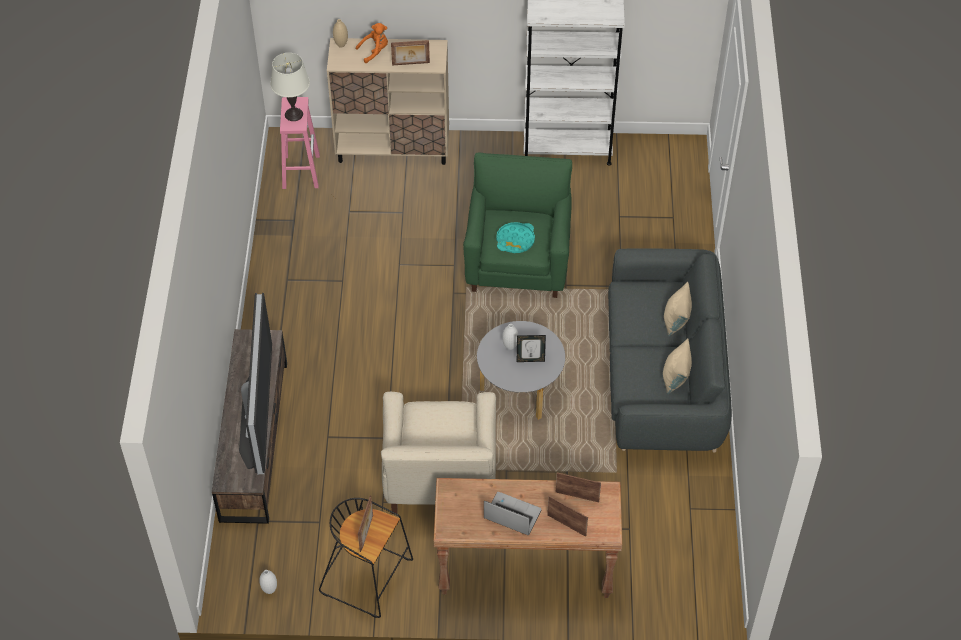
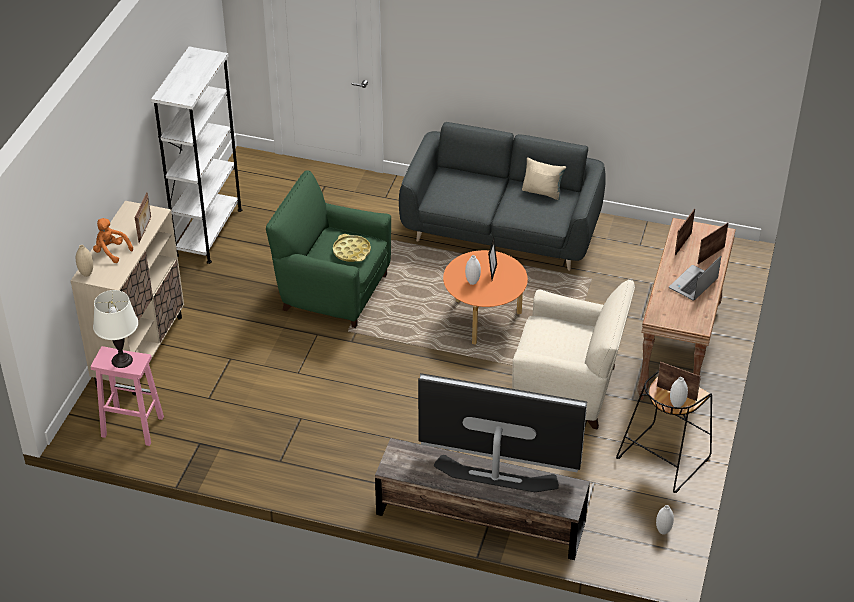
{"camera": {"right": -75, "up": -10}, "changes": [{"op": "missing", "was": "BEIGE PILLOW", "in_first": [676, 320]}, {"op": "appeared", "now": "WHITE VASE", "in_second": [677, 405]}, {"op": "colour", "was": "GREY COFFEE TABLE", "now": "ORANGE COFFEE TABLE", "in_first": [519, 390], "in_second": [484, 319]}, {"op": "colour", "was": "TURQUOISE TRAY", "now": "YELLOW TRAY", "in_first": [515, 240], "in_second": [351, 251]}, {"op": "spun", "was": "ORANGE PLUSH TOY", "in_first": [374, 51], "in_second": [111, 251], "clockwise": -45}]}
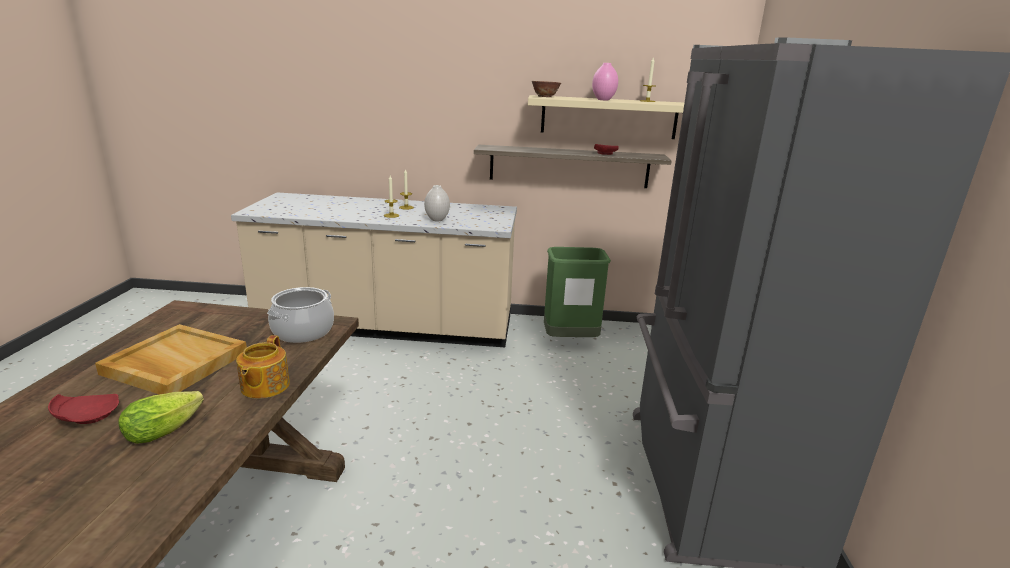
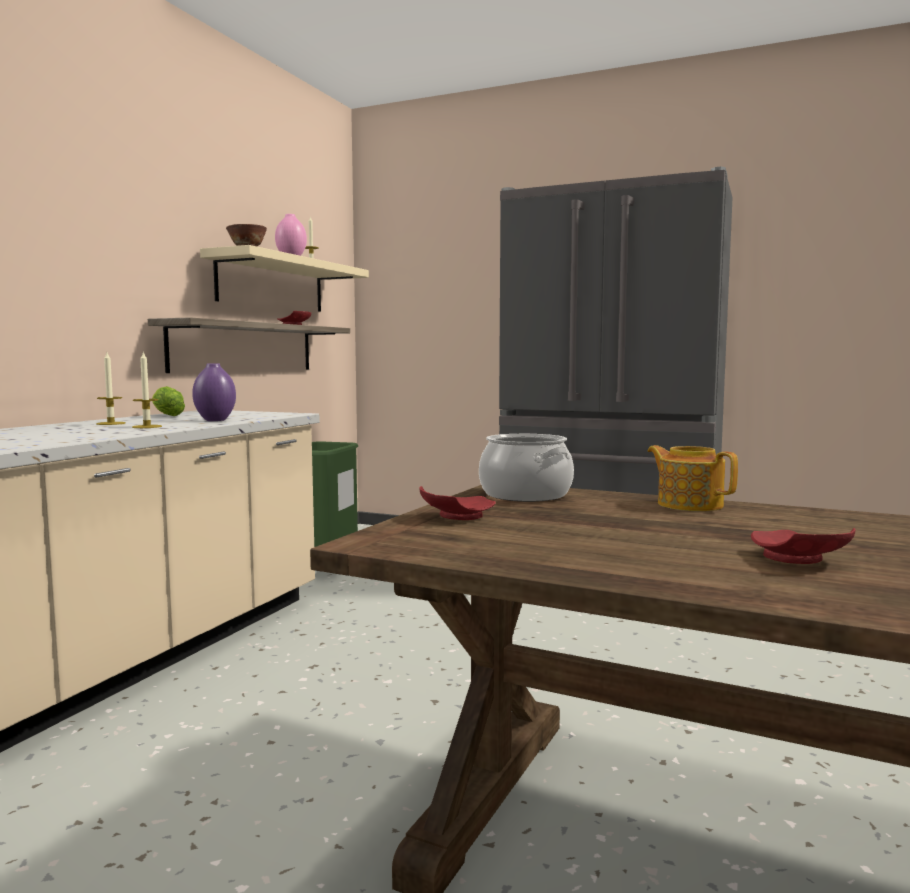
{"camera": {"right": -70, "up": -15}, "changes": [{"op": "missing", "was": "BEIGE TRAY", "in_first": [174, 363]}, {"op": "appeared", "now": "RED PLATE", "in_second": [455, 517]}, {"op": "relocated", "was": "LETTUCE", "in_first": [168, 428], "in_second": [166, 415]}, {"op": "colour", "was": "WHITE VASE", "now": "PURPLE VASE", "in_first": [436, 220], "in_second": [214, 420]}, {"op": "spun", "was": "TEAPOT", "in_first": [264, 386], "in_second": [689, 504], "clockwise": -150}]}
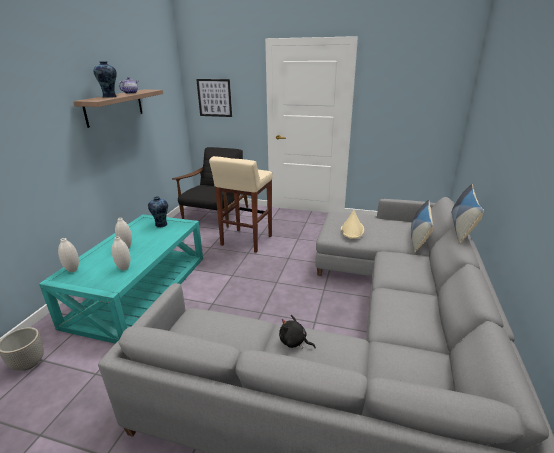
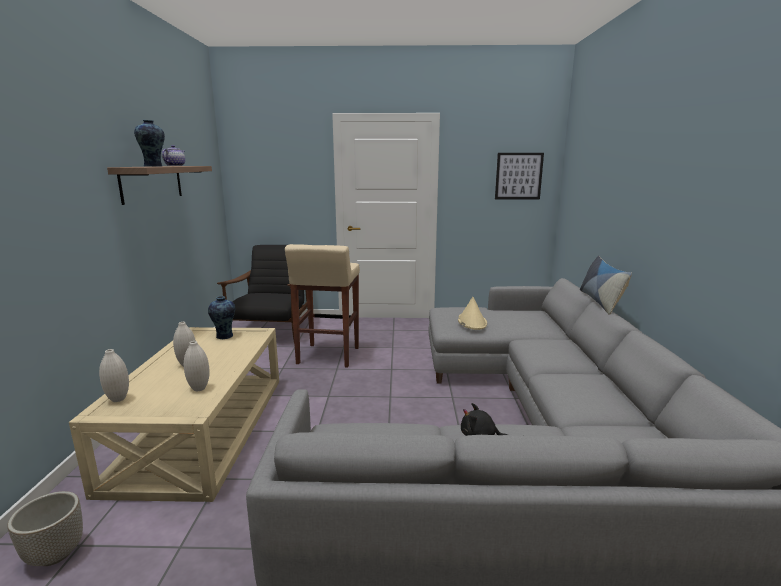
{"camera": {"right": -15, "up": -10}, "changes": [{"op": "missing", "was": "PILLOW", "in_first": [419, 238]}, {"op": "relocated", "was": "PICTURE", "in_first": [214, 98], "in_second": [518, 176]}, {"op": "colour", "was": "TURQUOISE COFFEE TABLE", "now": "BEIGE COFFEE TABLE", "in_first": [140, 289], "in_second": [204, 428]}]}
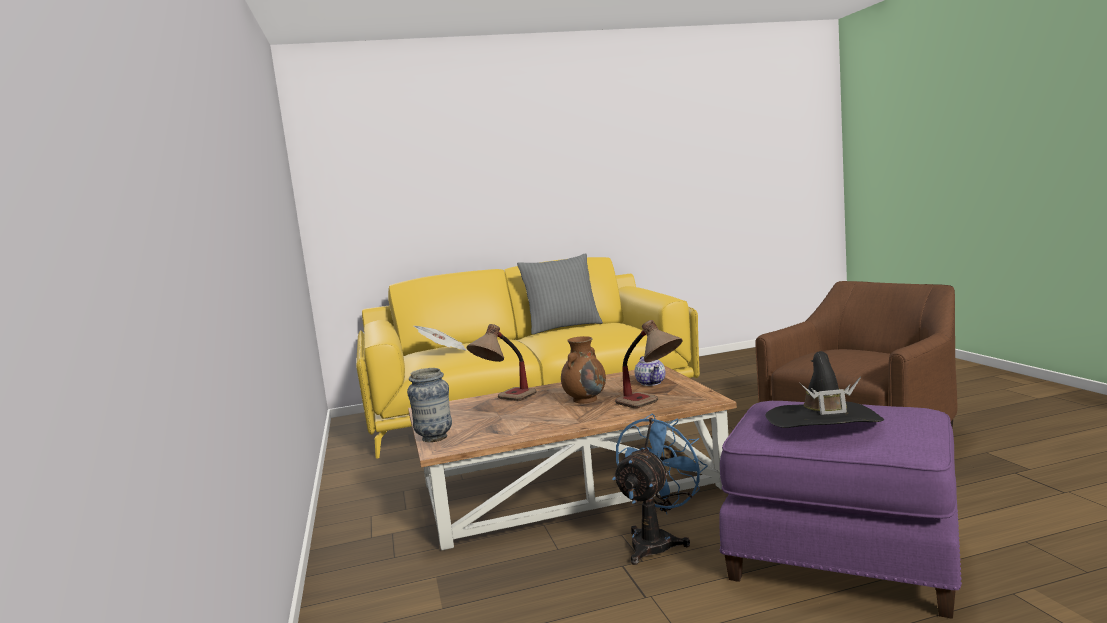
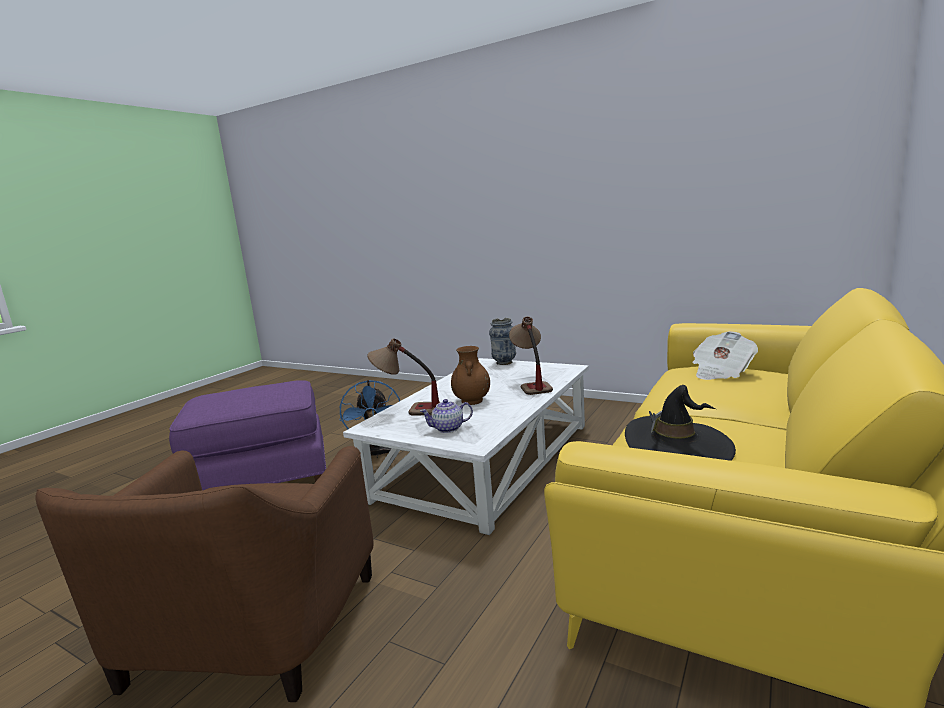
{"camera": {"right": 135, "up": 5}, "changes": [{"op": "missing", "was": "GREY PILLOW", "in_first": [563, 327]}, {"op": "relocated", "was": "BLACK HAT", "in_first": [823, 422], "in_second": [678, 447]}, {"op": "colour", "was": "BROWN COFFEE TABLE", "now": "WHITE COFFEE TABLE", "in_first": [571, 485], "in_second": [487, 461]}, {"op": "spun", "was": "TEAPOT", "in_first": [651, 383], "in_second": [448, 428], "clockwise": -45}]}
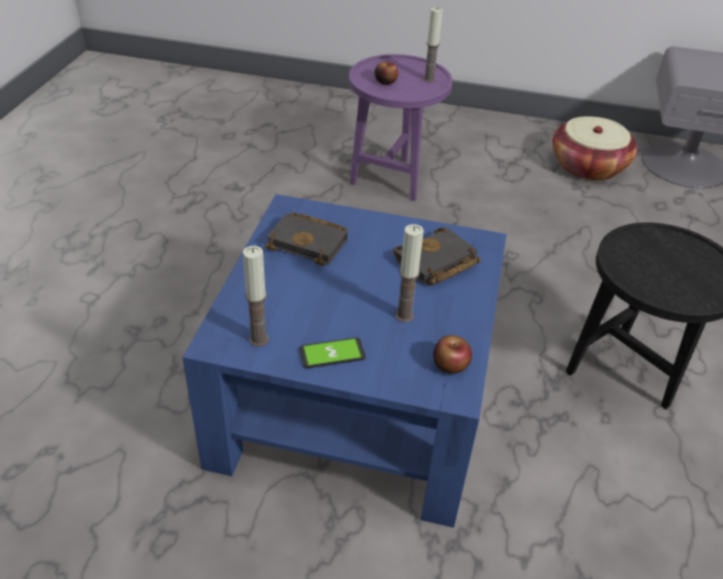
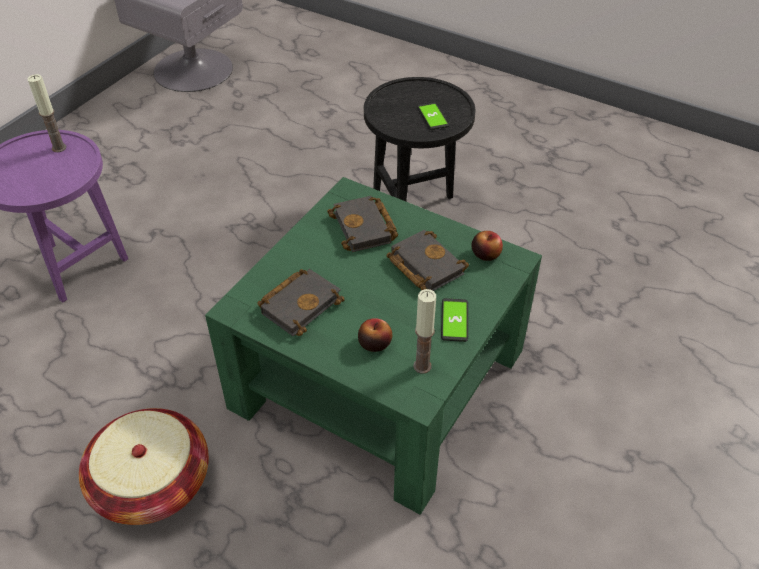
{"camera": {"right": -70, "up": 5}, "changes": [{"op": "appeared", "now": "PHONE", "in_second": [433, 117]}, {"op": "relocated", "was": "APPLE", "in_first": [385, 81], "in_second": [374, 343]}, {"op": "relocated", "was": "BASKET", "in_first": [588, 166], "in_second": [152, 483]}, {"op": "exchanged", "was": "CANDLE", "now": "BLACK BOOK", "in_first": [404, 315], "in_second": [423, 265]}, {"op": "colour", "was": "BLUE COFFEE TABLE", "now": "GREEN COFFEE TABLE", "in_first": [355, 400], "in_second": [379, 379]}]}
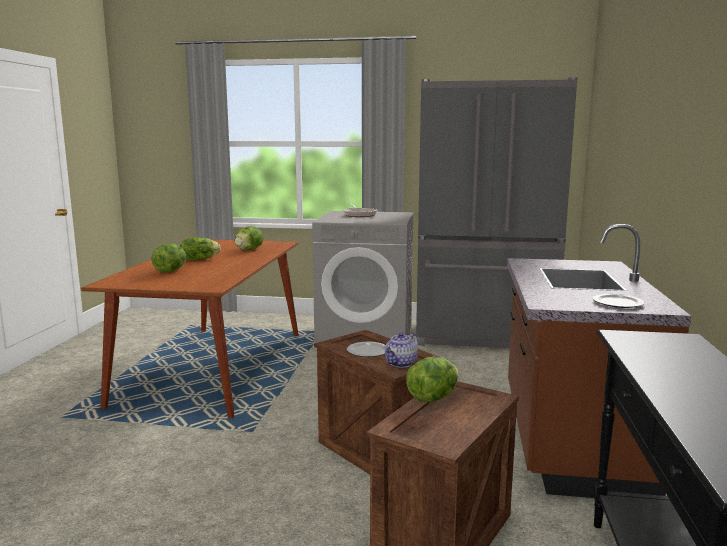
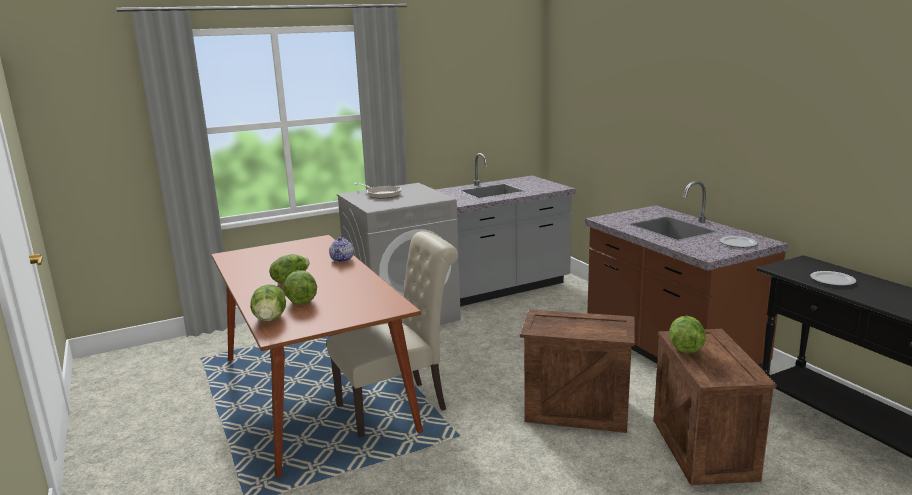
{"camera": {"right": -35, "up": 5}, "changes": [{"op": "appeared", "now": "BEIGE CHAIR", "in_second": [398, 406]}, {"op": "relocated", "was": "LETTUCE", "in_first": [248, 250], "in_second": [270, 319]}, {"op": "relocated", "was": "PLATE", "in_first": [367, 351], "in_second": [832, 280]}, {"op": "relocated", "was": "TEAPOT", "in_first": [401, 363], "in_second": [342, 259]}, {"op": "exchanged", "was": "GREY FRIDGE", "now": "GREY COUNTER", "in_first": [484, 337], "in_second": [499, 287]}]}
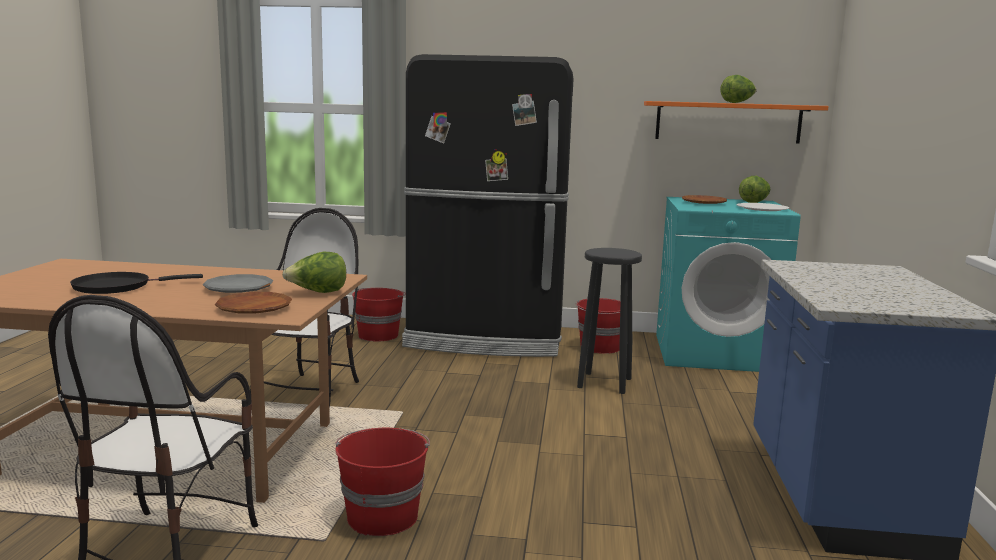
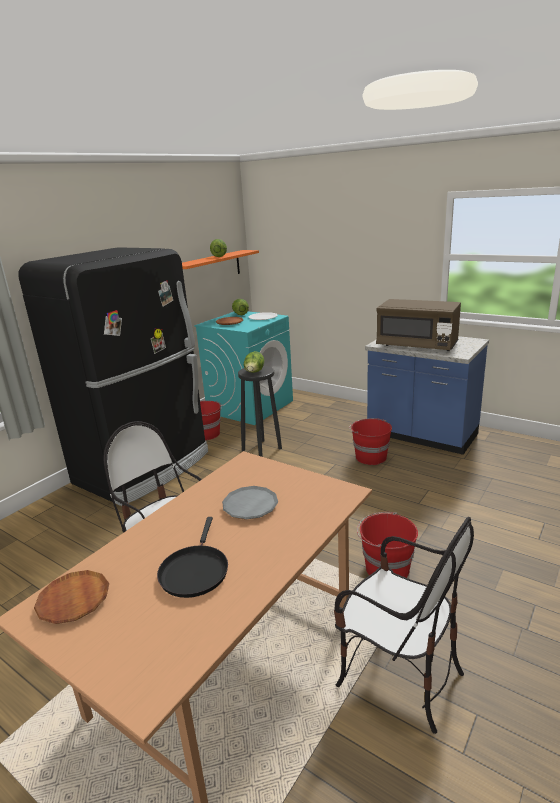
{"camera": {"right": -60, "up": 10}, "changes": [{"op": "appeared", "now": "BROWN MICROWAVE", "in_second": [417, 345]}, {"op": "relocated", "was": "BROWN PLATE", "in_first": [254, 308], "in_second": [74, 600]}, {"op": "relocated", "was": "LETTUCE", "in_first": [318, 293], "in_second": [254, 373]}, {"op": "relocated", "was": "RED BUCKET", "in_first": [378, 335], "in_second": [370, 457]}]}
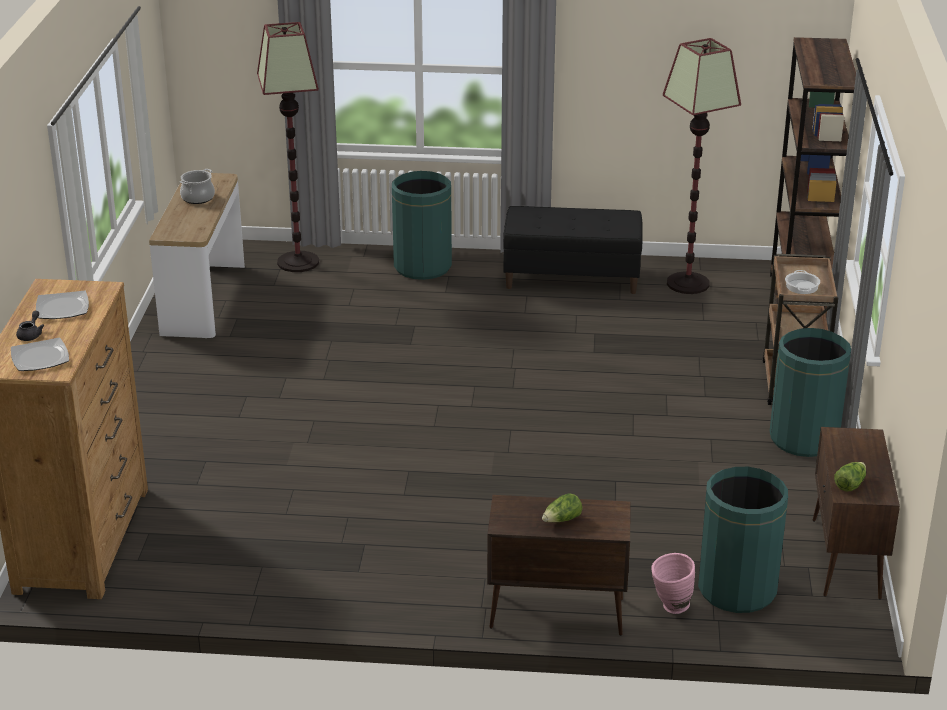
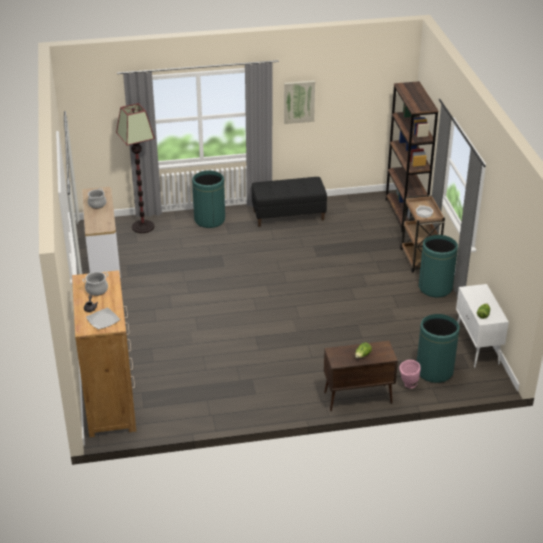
{"camera": {"right": -15, "up": 5}, "changes": [{"op": "missing", "was": "FLOOR LAMP", "in_first": [688, 283]}, {"op": "appeared", "now": "PICTURE", "in_second": [299, 101]}, {"op": "exchanged", "was": "PLATE", "now": "COOKING POT", "in_first": [62, 308], "in_second": [97, 290]}, {"op": "colour", "was": "BROWN CABINET", "now": "WHITE CABINET", "in_first": [846, 559], "in_second": [477, 347]}]}
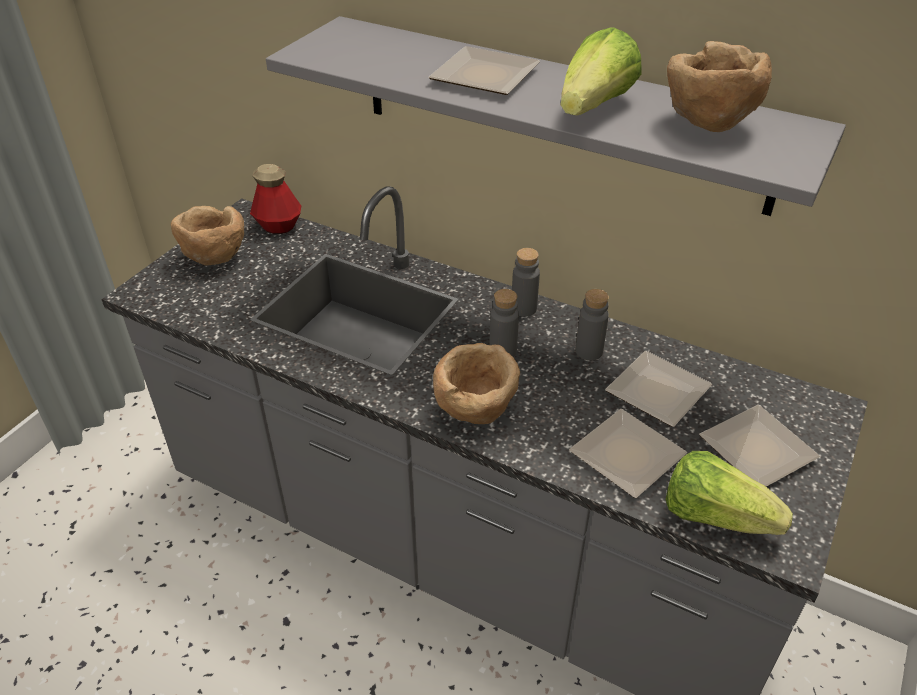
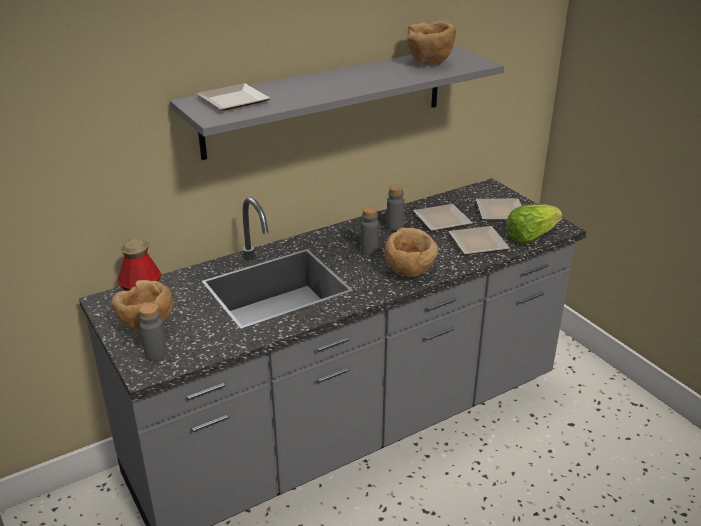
{"camera": {"right": -60, "up": -10}, "changes": [{"op": "missing", "was": "LETTUCE", "in_first": [594, 107]}, {"op": "relocated", "was": "PLATE", "in_first": [481, 77], "in_second": [233, 102]}, {"op": "relocated", "was": "GREY BOTTLE", "in_first": [523, 308], "in_second": [156, 354]}]}
